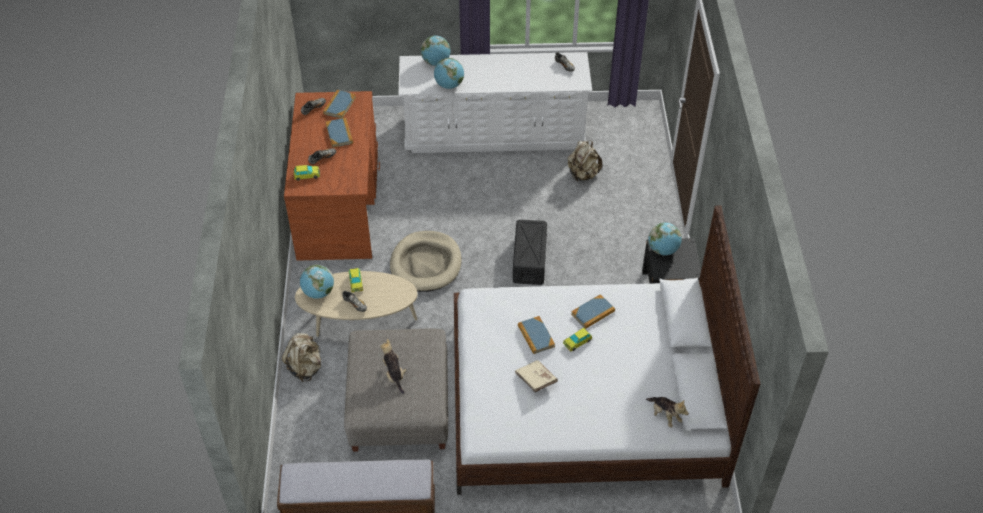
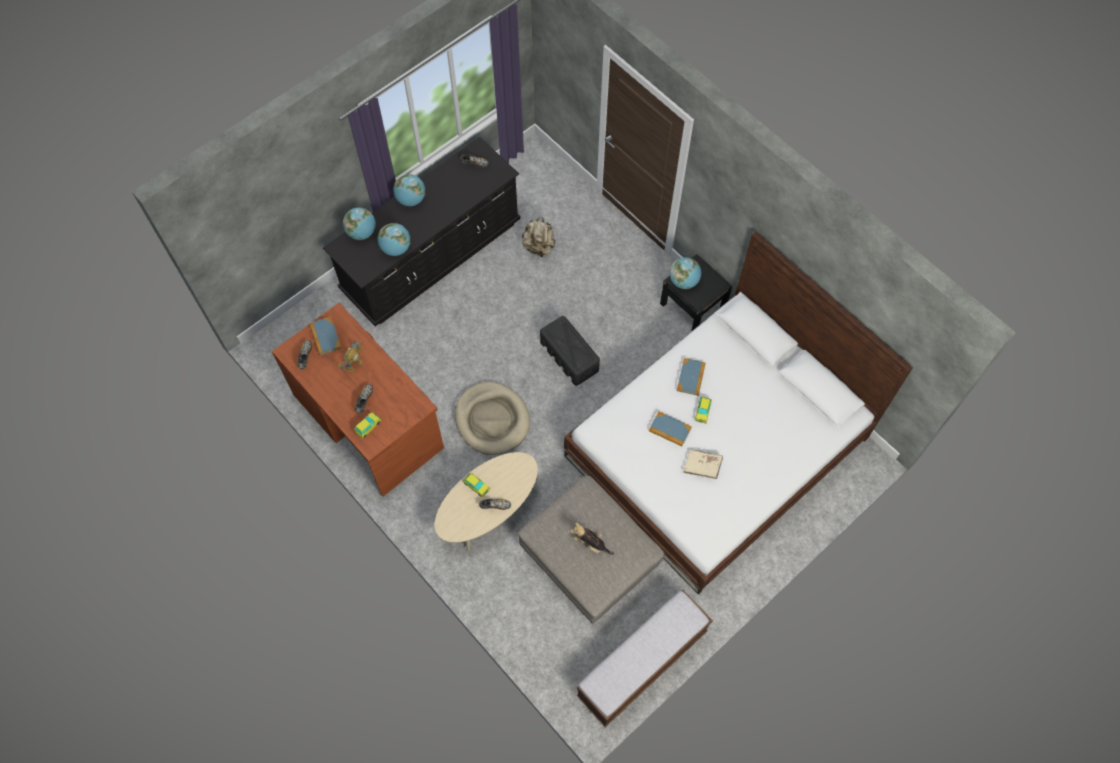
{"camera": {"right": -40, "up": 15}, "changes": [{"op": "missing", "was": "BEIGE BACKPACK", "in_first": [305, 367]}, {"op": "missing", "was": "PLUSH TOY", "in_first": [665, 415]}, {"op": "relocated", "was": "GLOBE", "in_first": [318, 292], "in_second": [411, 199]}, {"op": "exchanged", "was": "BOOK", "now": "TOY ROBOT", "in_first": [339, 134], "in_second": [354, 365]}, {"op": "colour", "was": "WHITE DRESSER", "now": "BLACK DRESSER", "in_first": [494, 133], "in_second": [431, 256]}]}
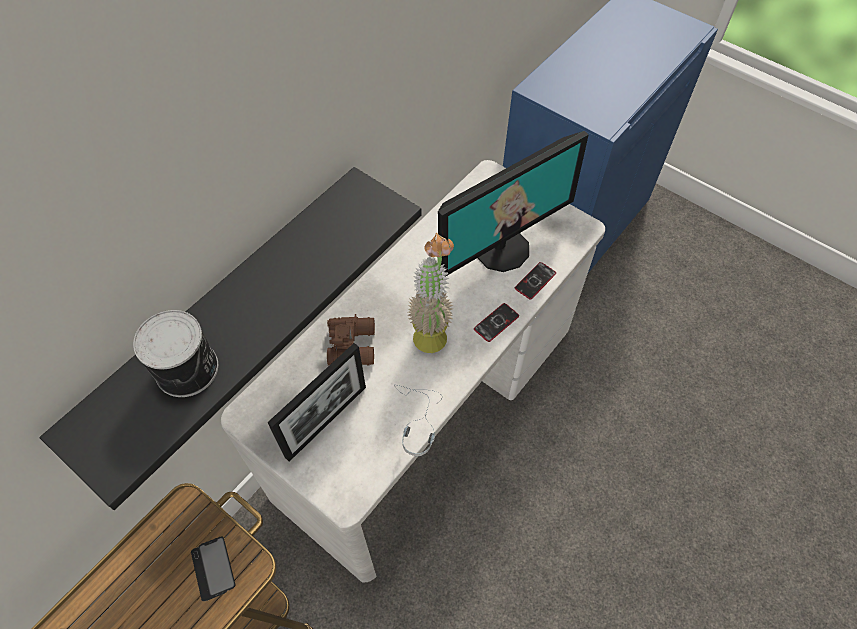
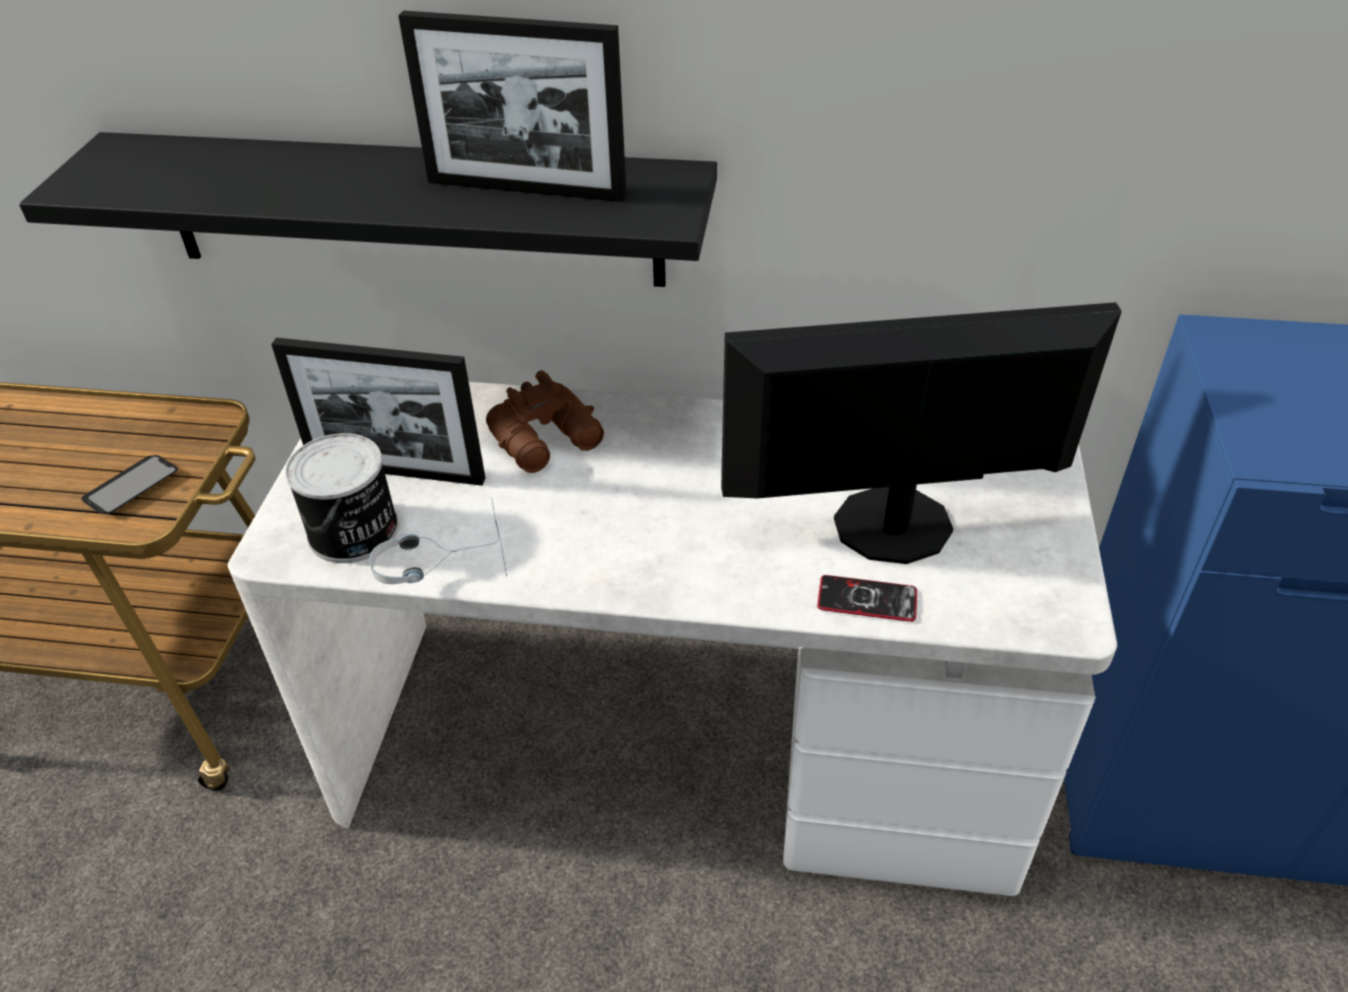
{"camera": {"right": 60, "up": -15}, "changes": [{"op": "missing", "was": "POTTED PLANT", "in_first": [431, 330]}, {"op": "missing", "was": "PHONE", "in_first": [496, 323]}, {"op": "appeared", "now": "PICTURE FRAME", "in_second": [526, 189]}, {"op": "relocated", "was": "CAN", "in_first": [189, 369], "in_second": [354, 532]}, {"op": "spun", "was": "MONITOR", "in_first": [502, 249], "in_second": [893, 527], "clockwise": 150}]}
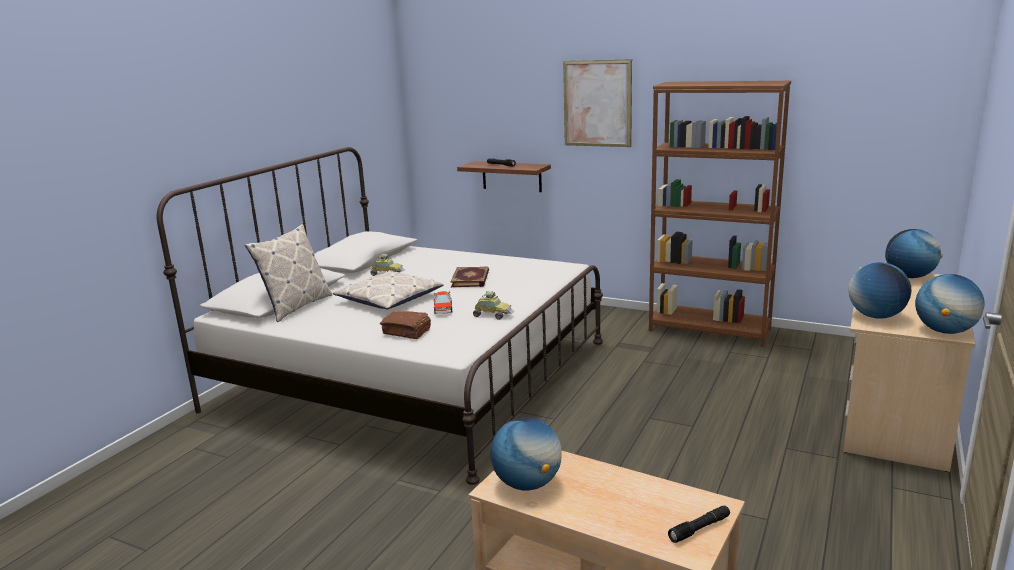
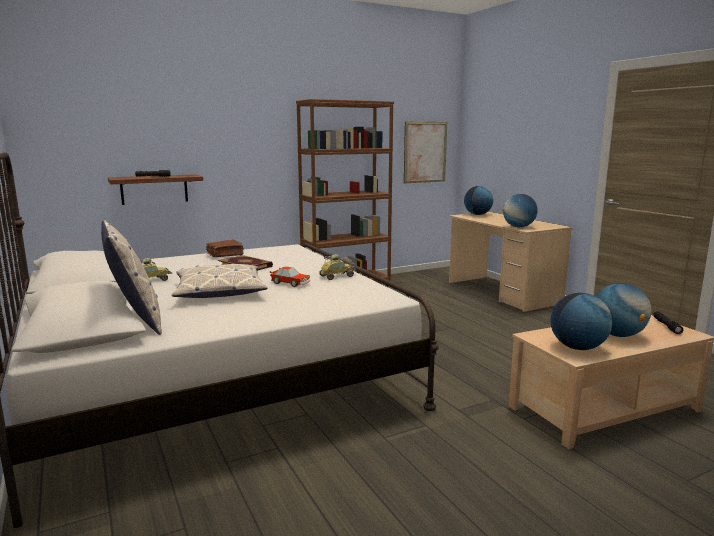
{"camera": {"right": -55, "up": -5}, "changes": [{"op": "relocated", "was": "BROWN BOOK", "in_first": [407, 332], "in_second": [225, 255]}, {"op": "relocated", "was": "PICTURE", "in_first": [597, 103], "in_second": [425, 152]}, {"op": "relocated", "was": "GLOBE", "in_first": [944, 331], "in_second": [617, 335]}]}
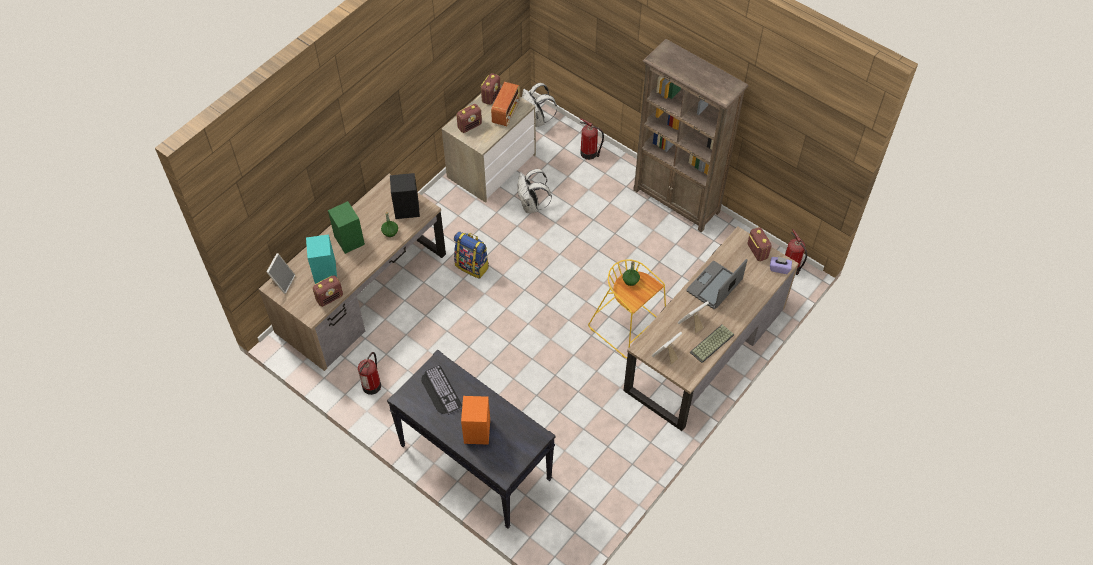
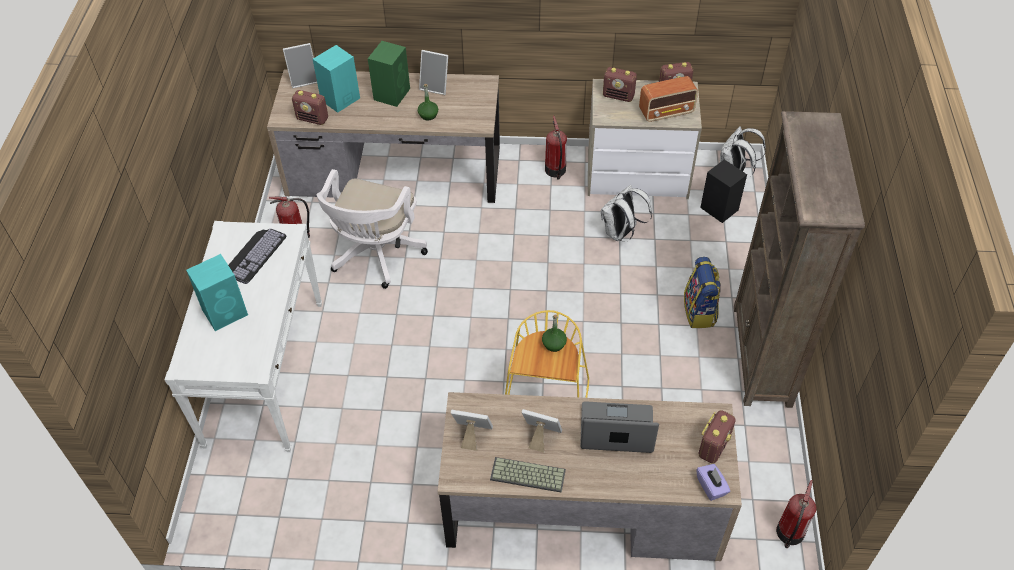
{"camera": {"right": 55, "up": -5}, "changes": [{"op": "appeared", "now": "WHITE OFFICE CHAIR", "in_second": [375, 255]}, {"op": "appeared", "now": "PICTURE FRAME", "in_second": [435, 86]}, {"op": "relocated", "was": "BLACK SPEAKER", "in_first": [407, 209], "in_second": [720, 209]}, {"op": "relocated", "was": "BACKPACK", "in_first": [472, 266], "in_second": [699, 312]}, {"op": "relocated", "was": "FIRE EXTINGUISHER", "in_first": [589, 153], "in_second": [555, 171]}, {"op": "colour", "was": "BLACK CONSOLE TABLE", "now": "WHITE CONSOLE TABLE", "in_first": [474, 462], "in_second": [265, 371]}, {"op": "colour", "was": "ORANGE SPEAKER", "now": "TURQUOISE SPEAKER", "in_first": [477, 430], "in_second": [226, 312]}]}
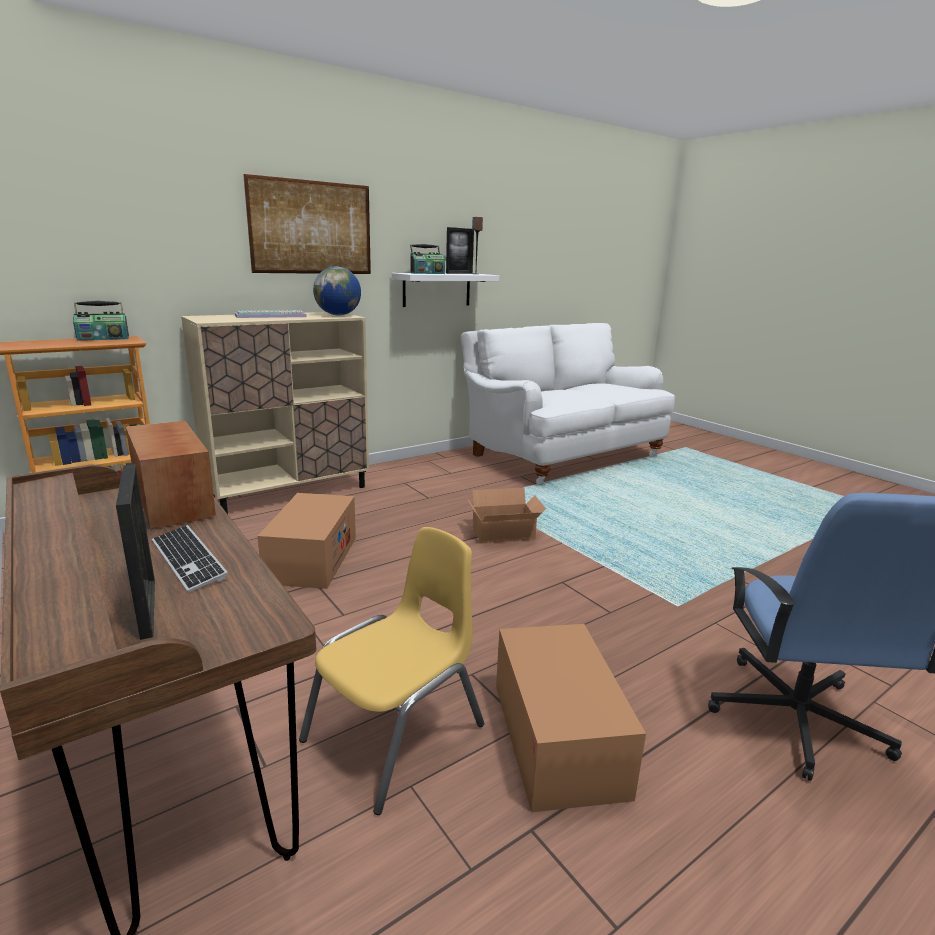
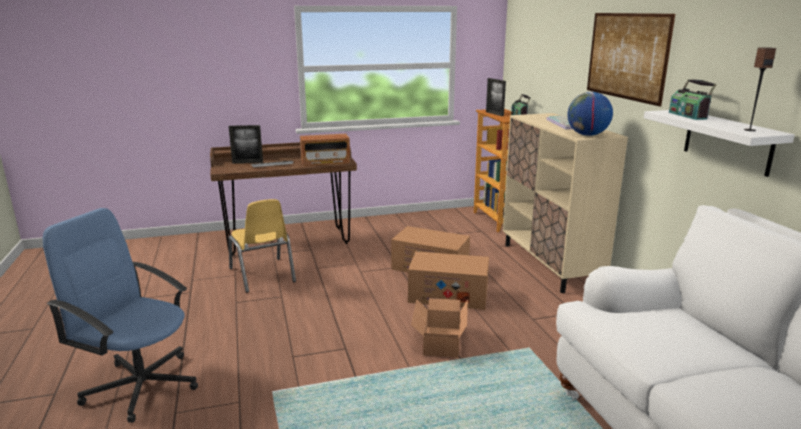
{"camera": {"right": 110, "up": 0}, "changes": [{"op": "relocated", "was": "PICTURE FRAME", "in_first": [459, 273], "in_second": [494, 114]}, {"op": "relocated", "was": "CARDBOARD BOX", "in_first": [557, 737], "in_second": [448, 295]}]}
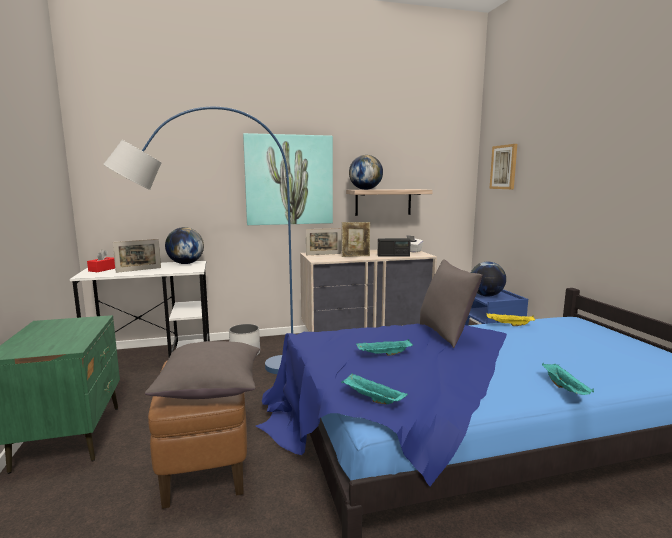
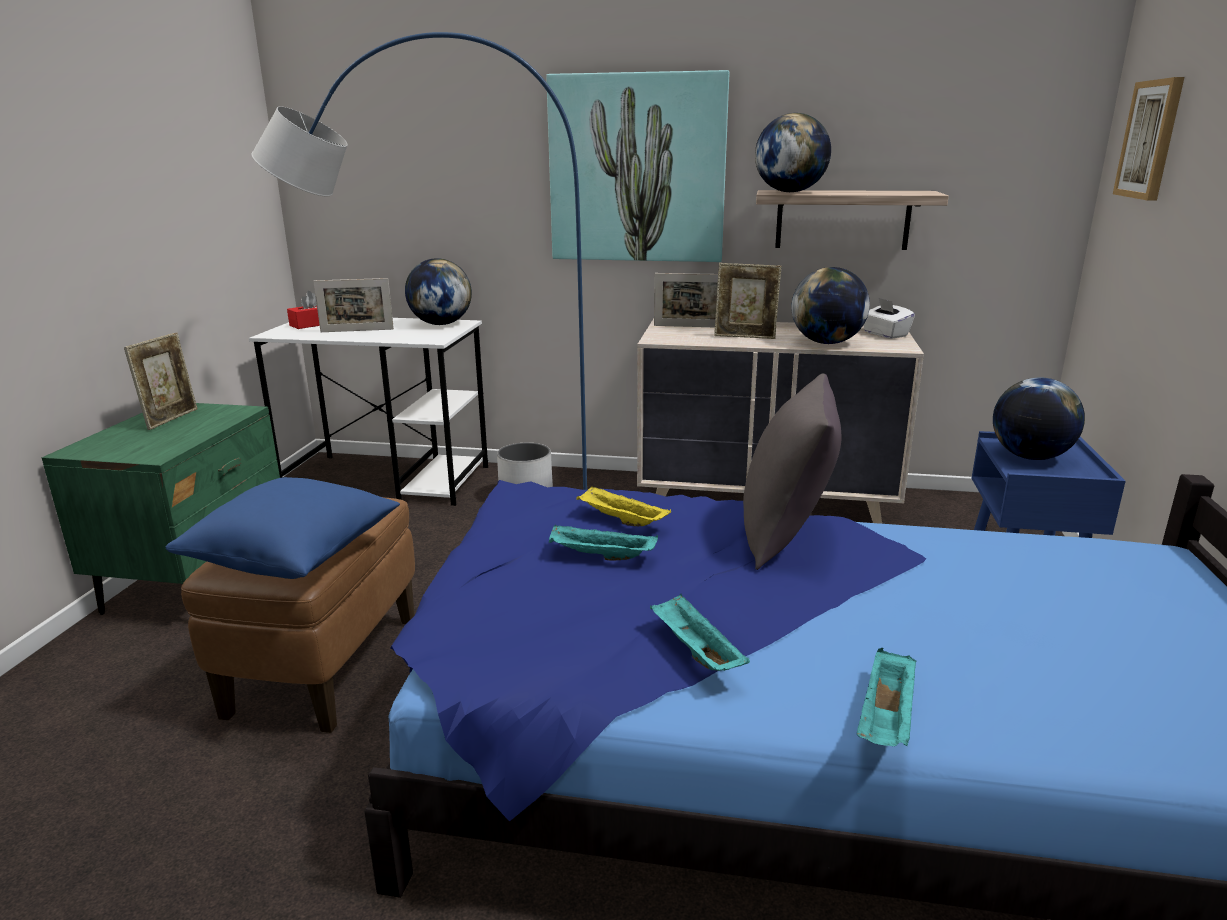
{"camera": {"right": 25, "up": 10}, "changes": [{"op": "appeared", "now": "PICTURE FRAME", "in_second": [171, 419]}, {"op": "relocated", "was": "TURQUOISE TRAY", "in_first": [371, 399], "in_second": [694, 651]}, {"op": "relocated", "was": "YELLOW TRAY", "in_first": [509, 325], "in_second": [620, 520]}, {"op": "exchanged", "was": "RADIO", "now": "GLOBE", "in_first": [393, 255], "in_second": [827, 343]}, {"op": "colour", "was": "GREY PILLOW", "now": "BLUE PILLOW", "in_first": [210, 387], "in_second": [294, 556]}]}
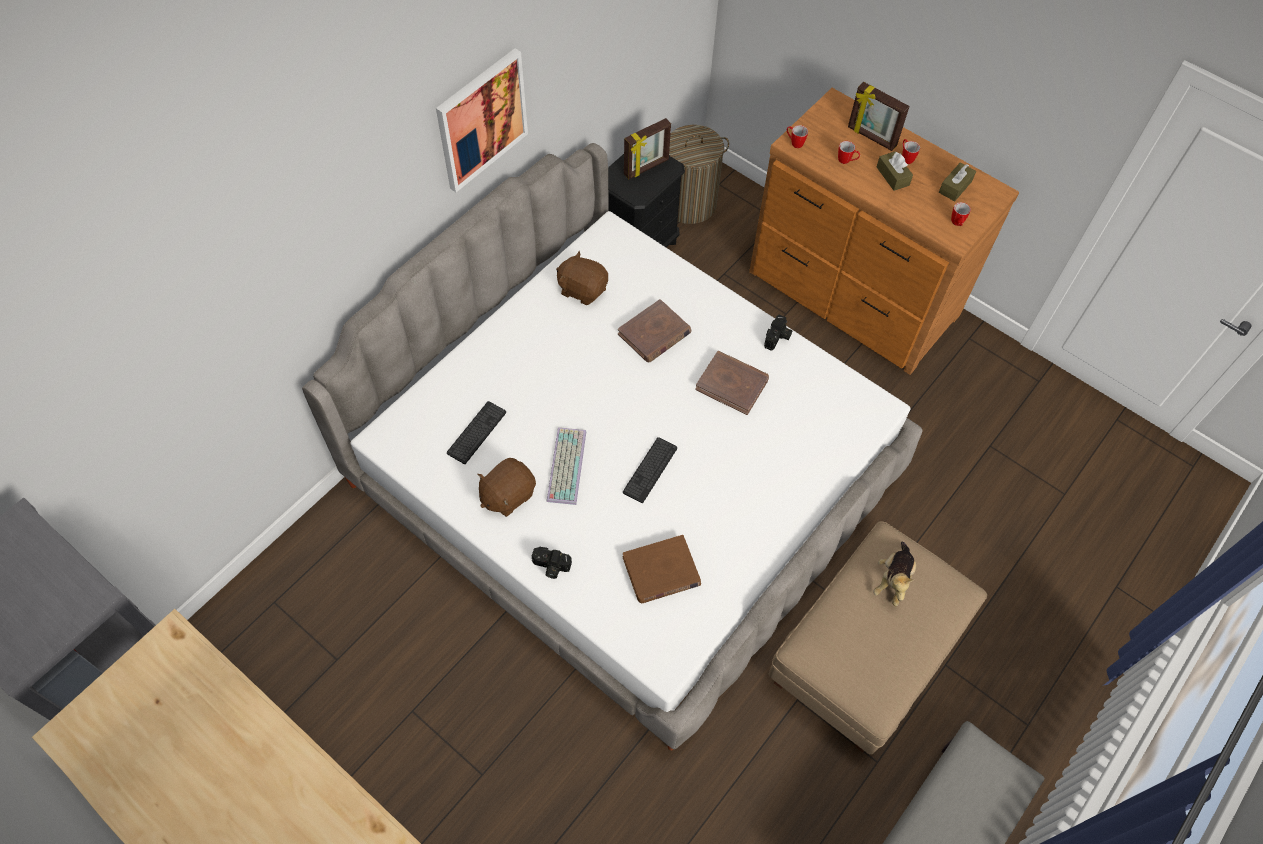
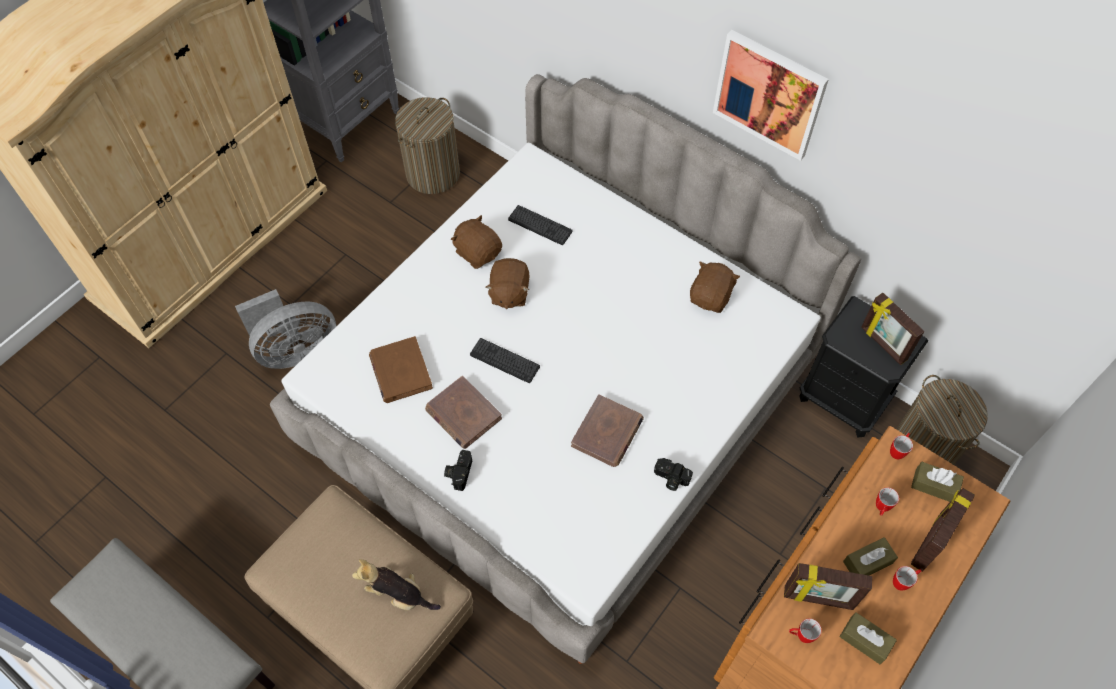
{"camera": {"right": 90, "up": 0}, "changes": [{"op": "appeared", "now": "GREY FAN", "in_second": [295, 350]}, {"op": "appeared", "now": "LAUNDRY BASKET", "in_second": [433, 173]}, {"op": "appeared", "now": "PICTURE FRAME", "in_second": [818, 599]}, {"op": "appeared", "now": "BROWN TISSUE BOX", "in_second": [934, 485]}, {"op": "relocated", "was": "PHOTO CAMERA", "in_first": [550, 567], "in_second": [458, 472]}, {"op": "relocated", "was": "BROWN BOOK", "in_first": [654, 334], "in_second": [463, 414]}, {"op": "exchanged", "was": "KEYBOARD", "now": "BROWN PLUSH TOY", "in_first": [565, 464], "in_second": [509, 293]}]}
